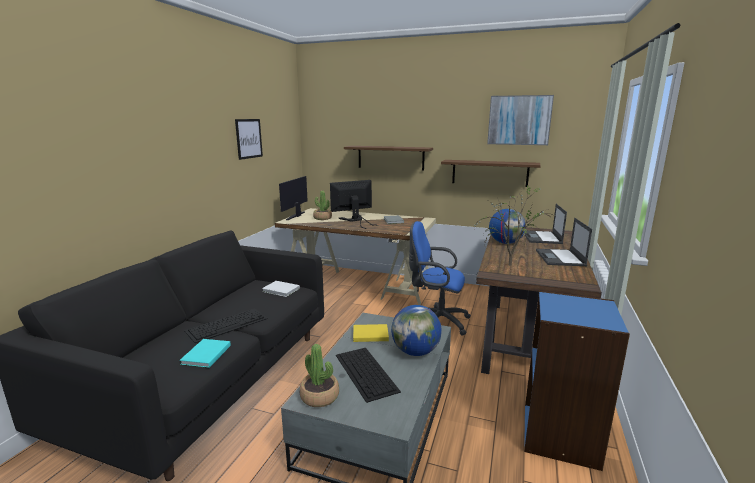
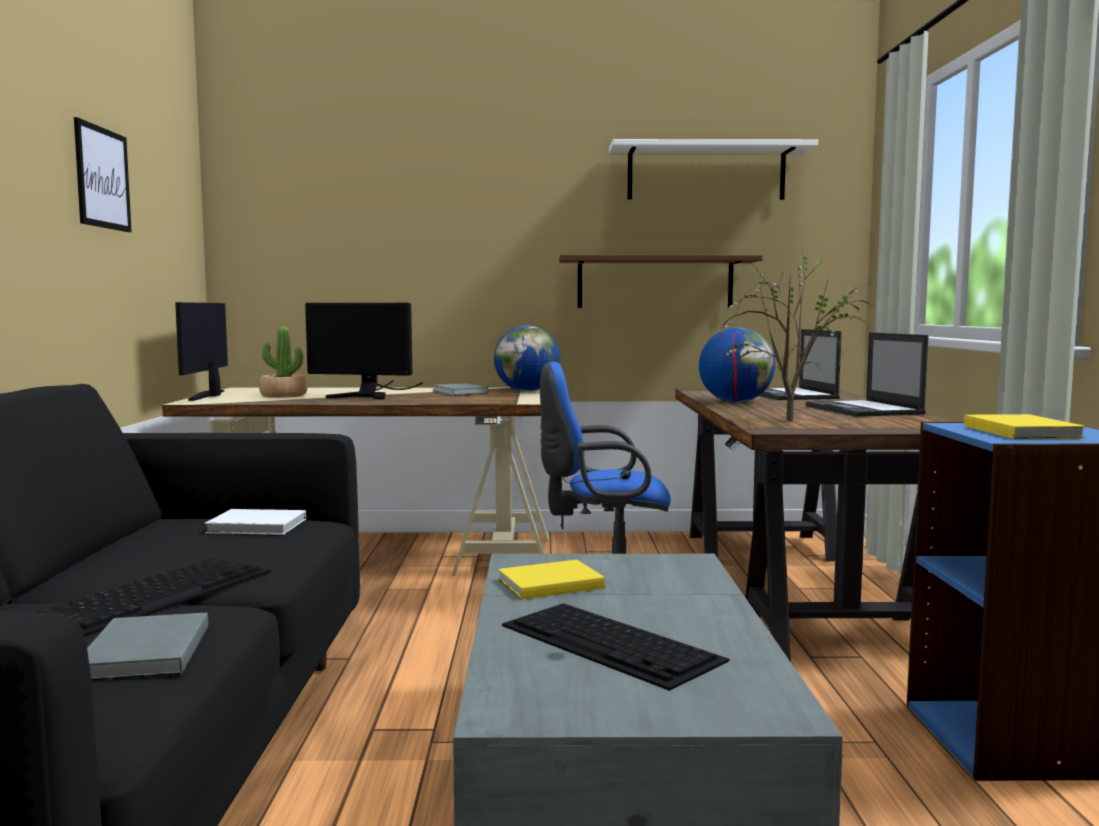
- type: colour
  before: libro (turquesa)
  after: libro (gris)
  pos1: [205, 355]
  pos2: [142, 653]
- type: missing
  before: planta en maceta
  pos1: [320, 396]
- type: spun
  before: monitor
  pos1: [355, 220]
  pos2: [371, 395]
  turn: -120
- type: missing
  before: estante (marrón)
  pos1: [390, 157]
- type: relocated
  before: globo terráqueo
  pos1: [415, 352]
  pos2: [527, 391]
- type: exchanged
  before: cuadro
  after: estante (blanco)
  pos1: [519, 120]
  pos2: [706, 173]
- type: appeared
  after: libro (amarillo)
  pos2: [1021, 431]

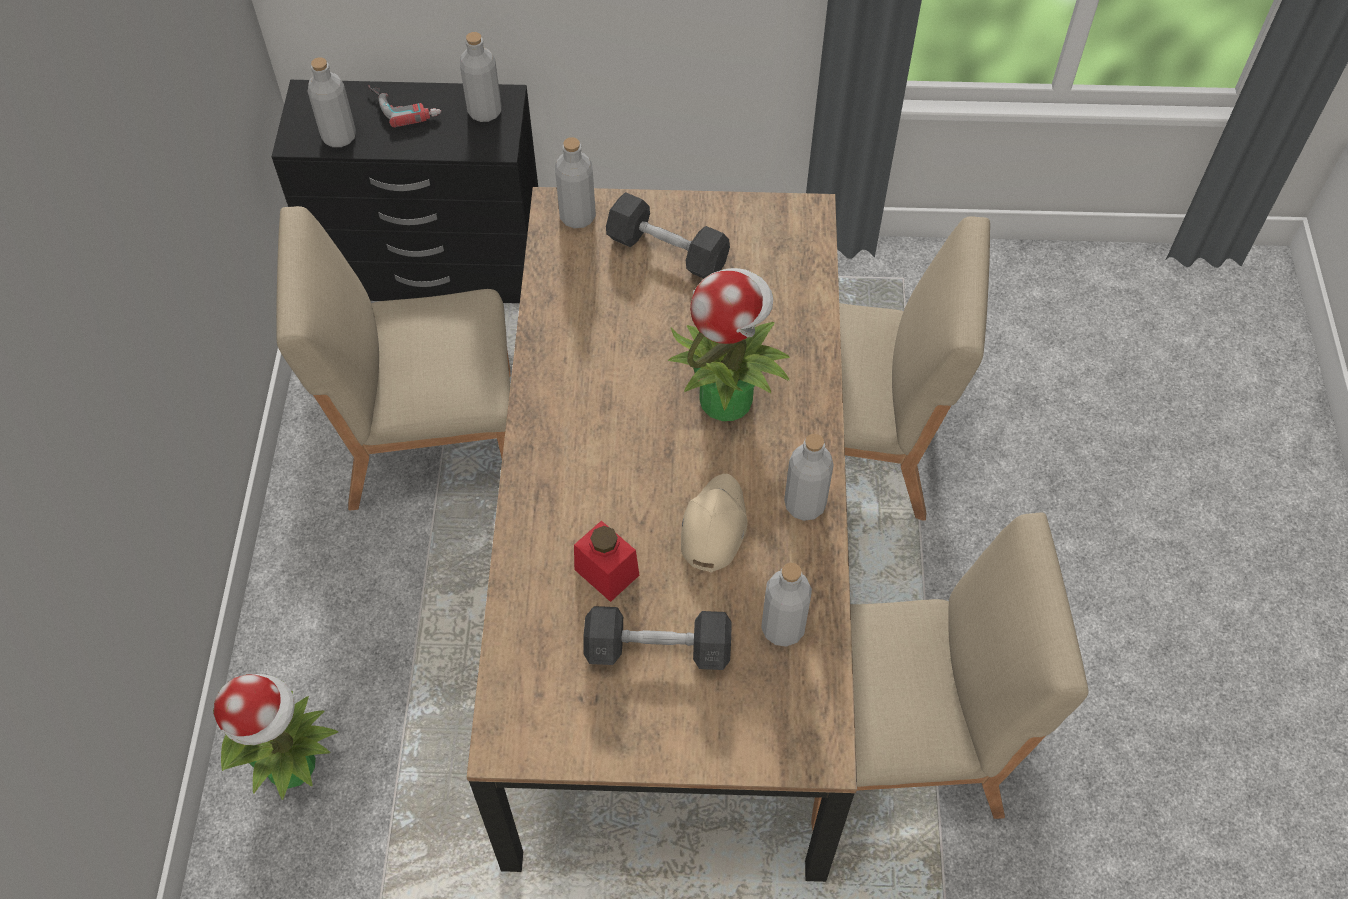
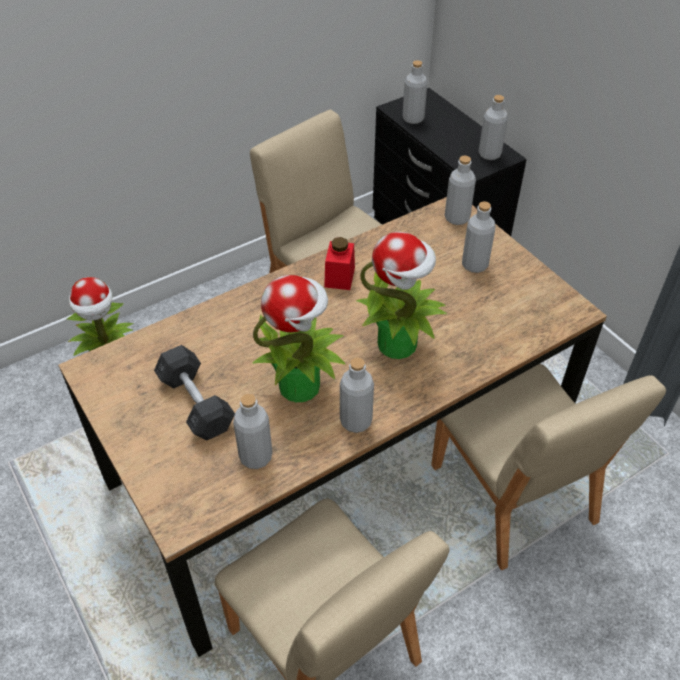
- type: missing
  before: taladro
  pos1: [405, 104]
- type: relocated
  before: tarro (rojo)
  pos1: [606, 572]
  pos2: [339, 277]
- type: exchanged
  before: mancuerna (gris)
  after: botella (gris)
  pos1: [667, 251]
  pos2: [474, 265]
- type: exchanged
  before: gorra (beis)
  after: planta en maceta
  pos1: [713, 527]
  pos2: [300, 385]

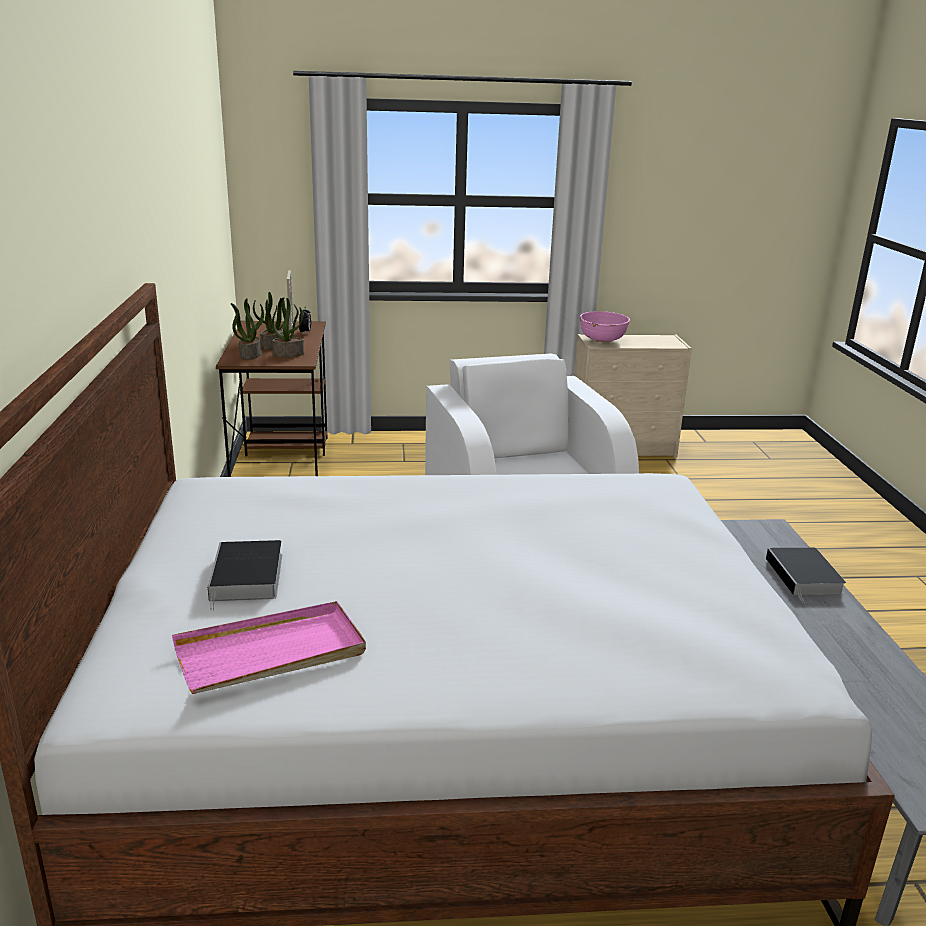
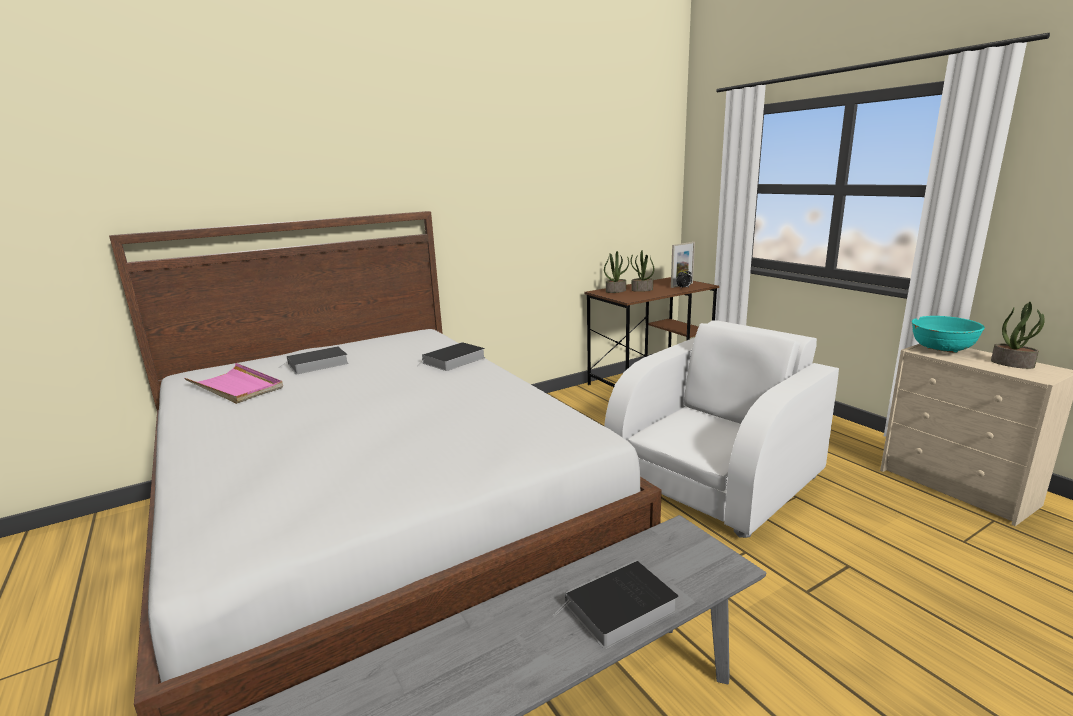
- type: relocated
  before: planta en maceta
  pos1: [289, 354]
  pos2: [1013, 364]
- type: colour
  before: cuenco (rosa)
  after: cuenco (turquesa)
  pos1: [602, 340]
  pos2: [942, 349]
- type: appeared
  after: libro
  pos2: [453, 361]

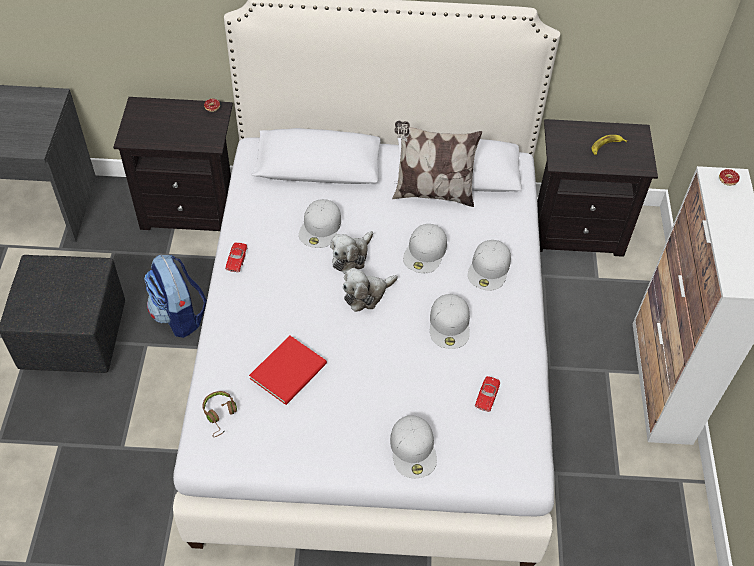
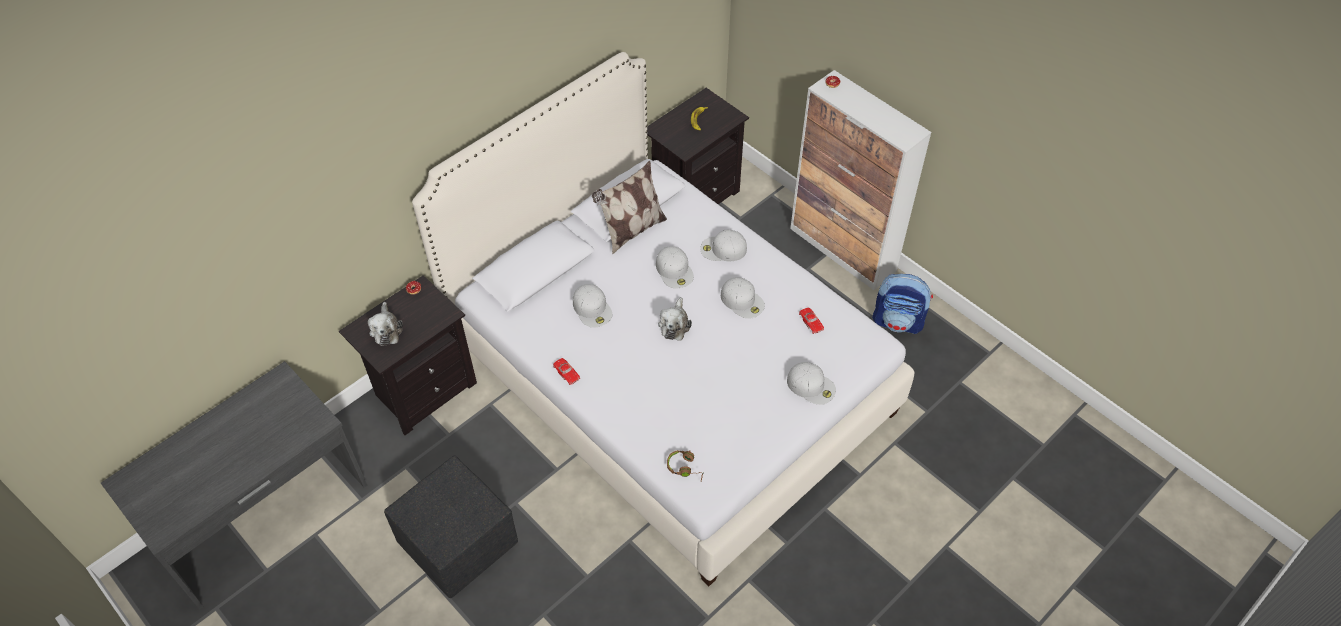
- type: relocated
  before: mochila
  pos1: [179, 315]
  pos2: [898, 321]
- type: missing
  before: libro (rojo)
  pos1: [291, 370]
- type: relocated
  before: peluche
  pos1: [351, 257]
  pos2: [386, 330]
- type: spun
  before: gorra (blanco)
  pos1: [489, 269]
  pos2: [723, 249]
  turn: 120

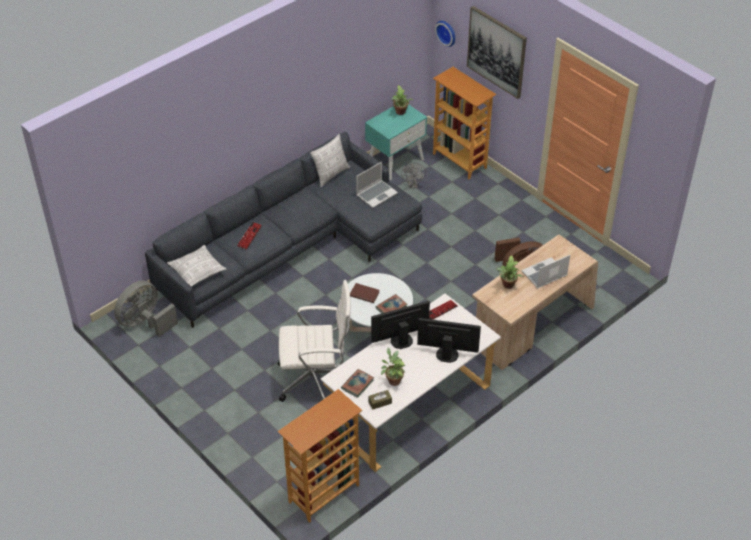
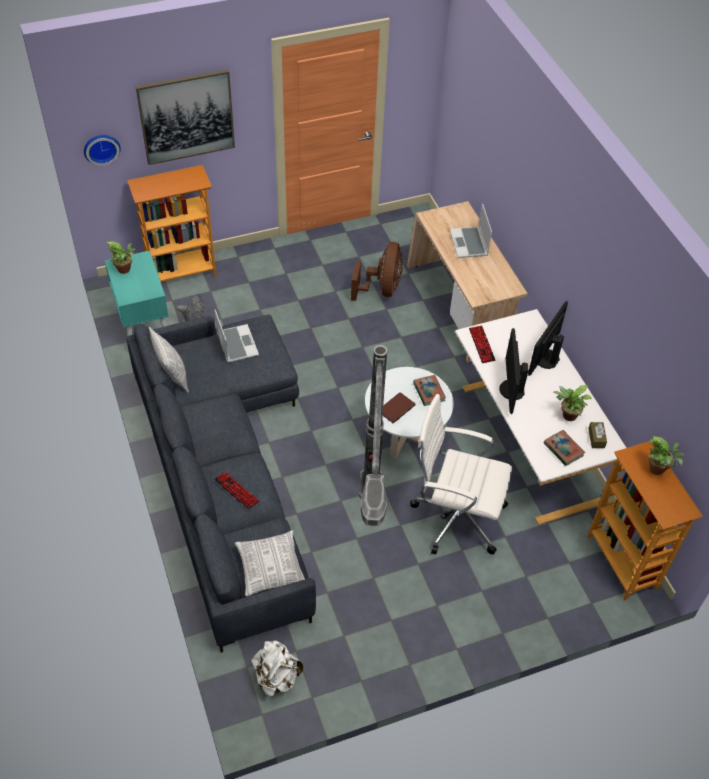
- type: exchanged
  before: ventilador (gris)
  after: mochila (blanco)
  pos1: [145, 323]
  pos2: [276, 677]
- type: spun
  before: silla de oficina (blanco)
  pos1: [316, 380]
  pos2: [455, 516]
  turn: -90
- type: relocated
  before: planta en maceta
  pos1: [508, 286]
  pos2: [658, 470]
- type: appeared
  after: lámpara de pie
  pos2: [367, 557]

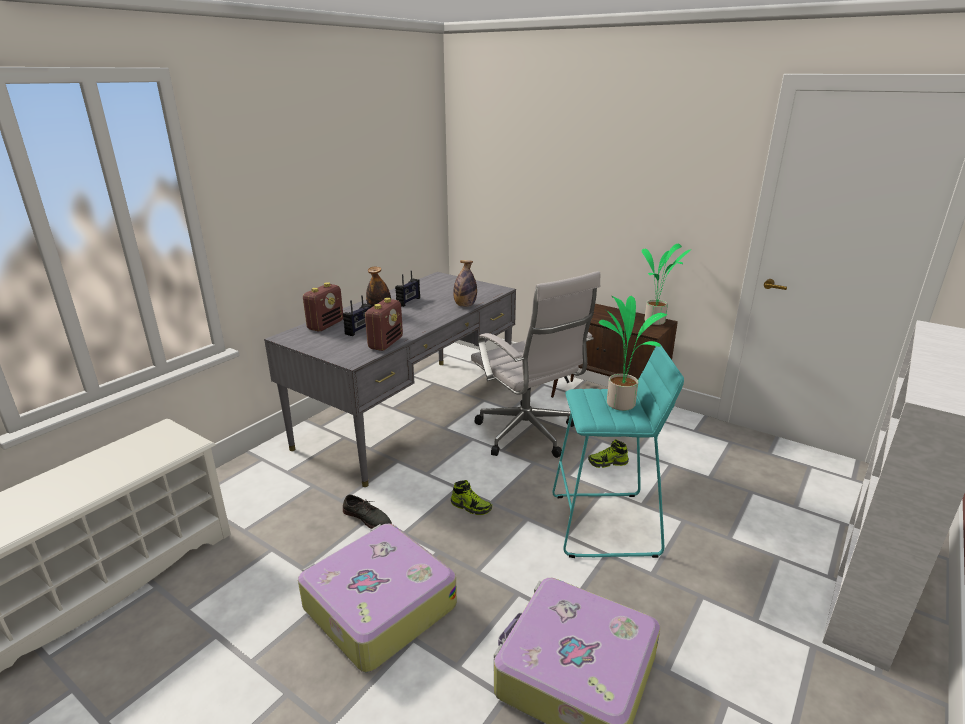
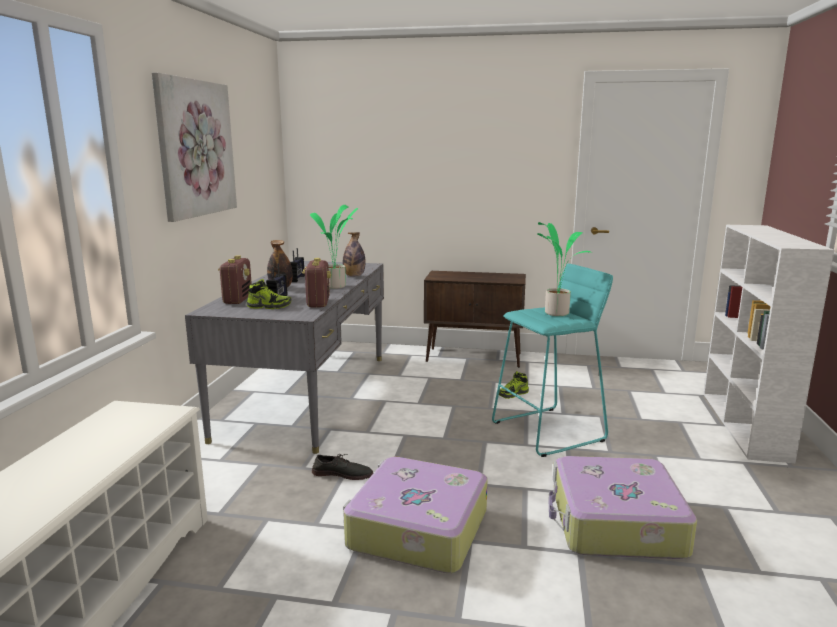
- type: relocated
  before: zapato
  pos1: [471, 507]
  pos2: [269, 306]
- type: missing
  before: silla de oficina (blanco)
  pos1: [528, 435]
- type: relocated
  before: planta en maceta
  pos1: [656, 321]
  pos2: [336, 286]
- type: appeared
  after: cuadro
  pos2: [196, 148]

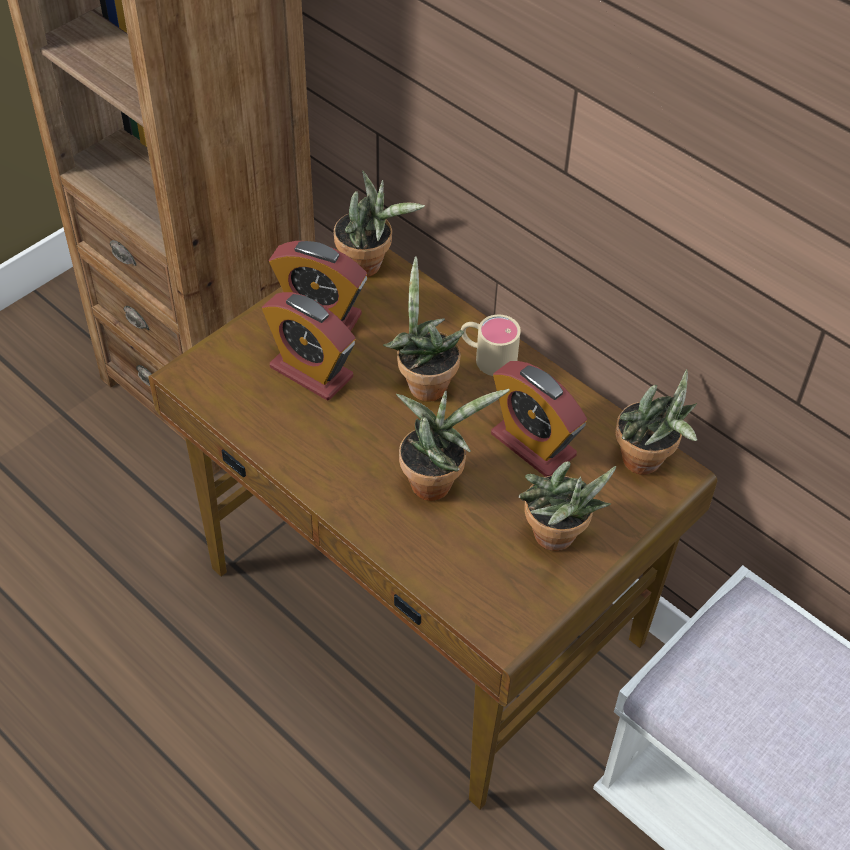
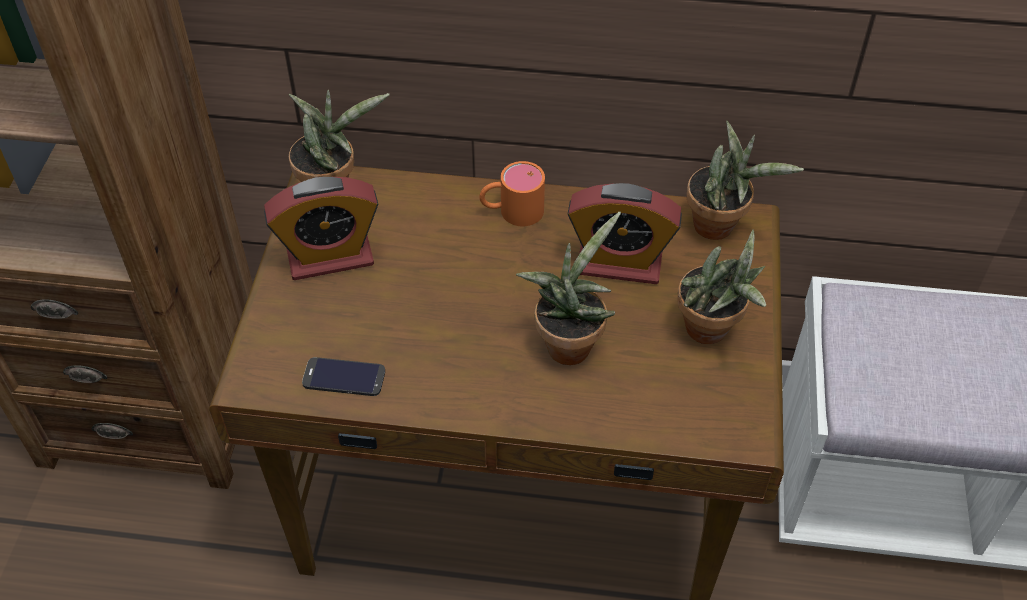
- type: missing
  before: despertador
  pos1: [311, 372]
- type: missing
  before: planta en maceta
  pos1: [423, 383]
- type: colour
  before: taza grande (beis)
  after: taza grande (naranja)
  pos1: [487, 357]
  pos2: [511, 211]
- type: appeared
  after: móvil
  pos2: [344, 377]

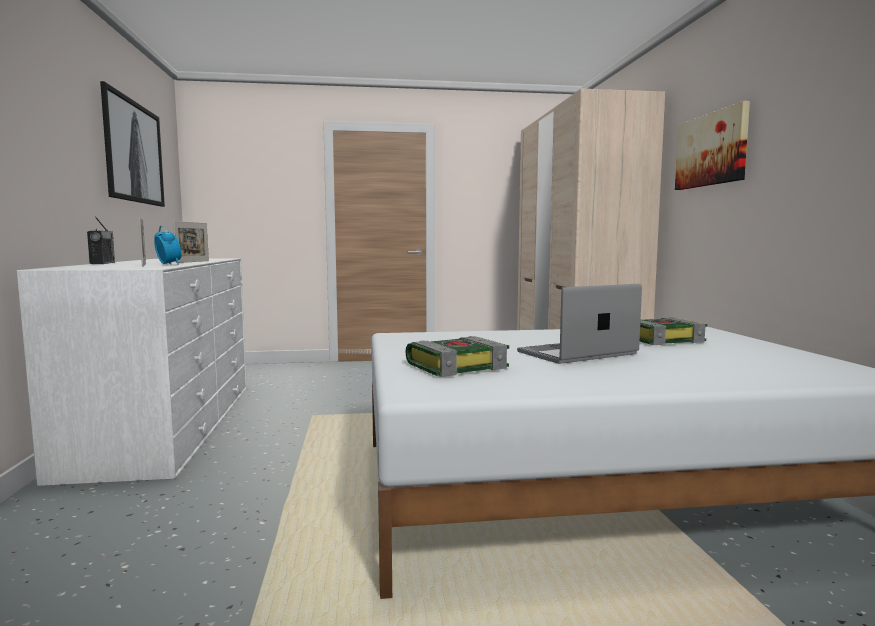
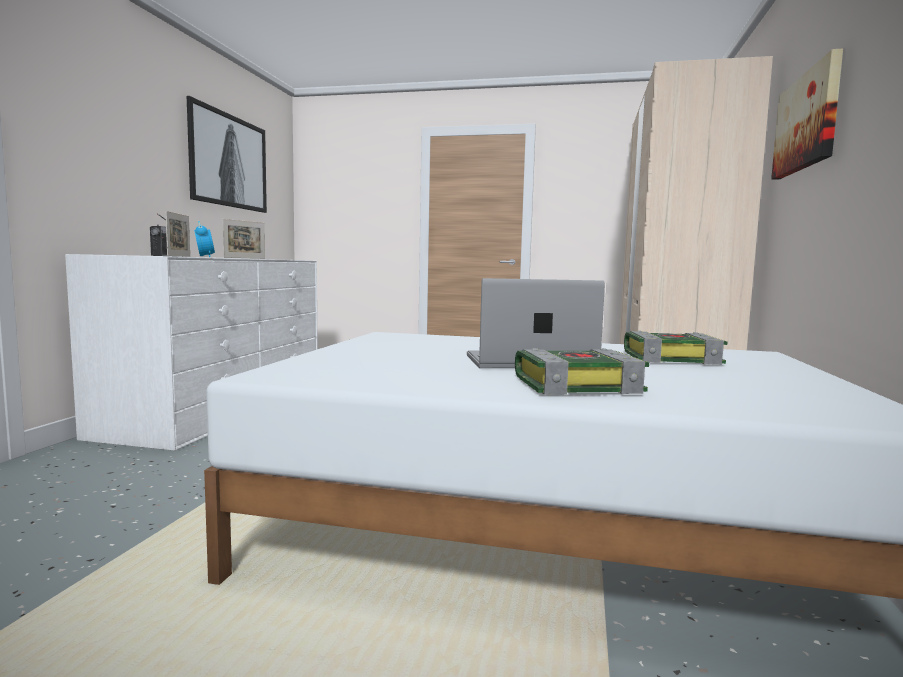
- type: relocated
  before: libro
  pos1: [457, 366]
  pos2: [578, 385]

